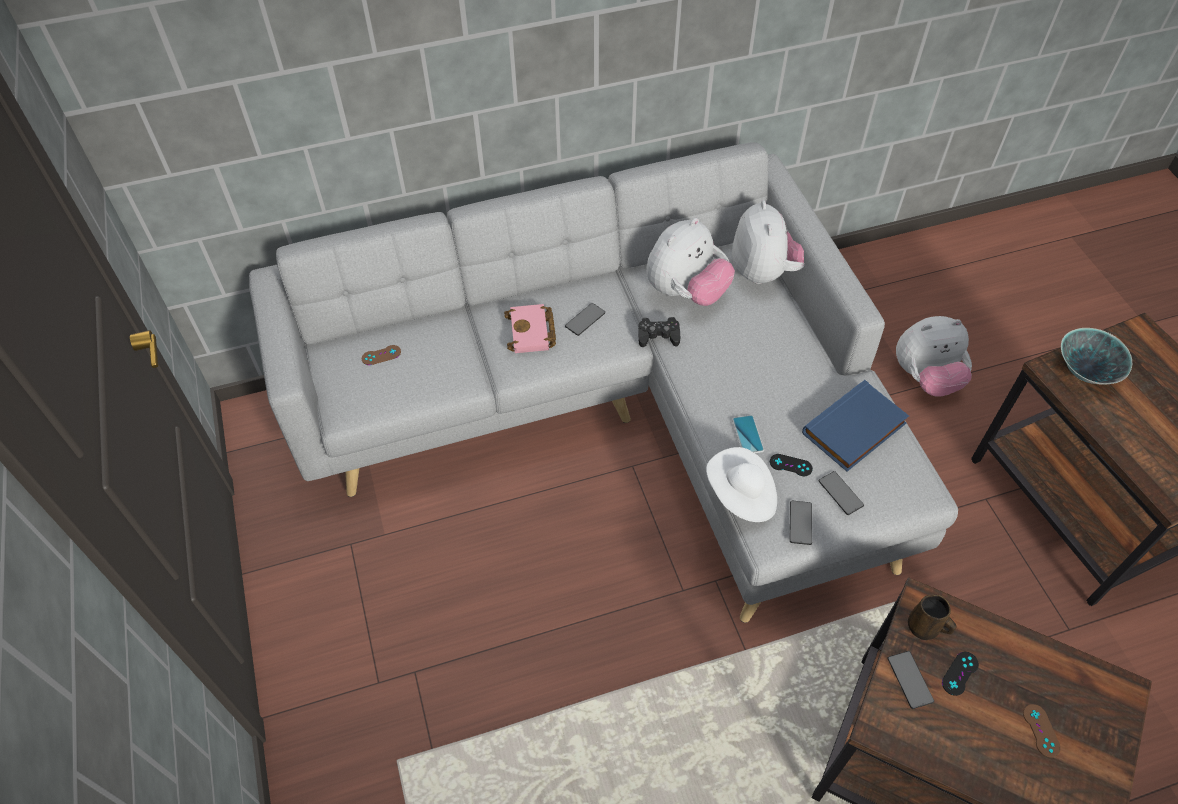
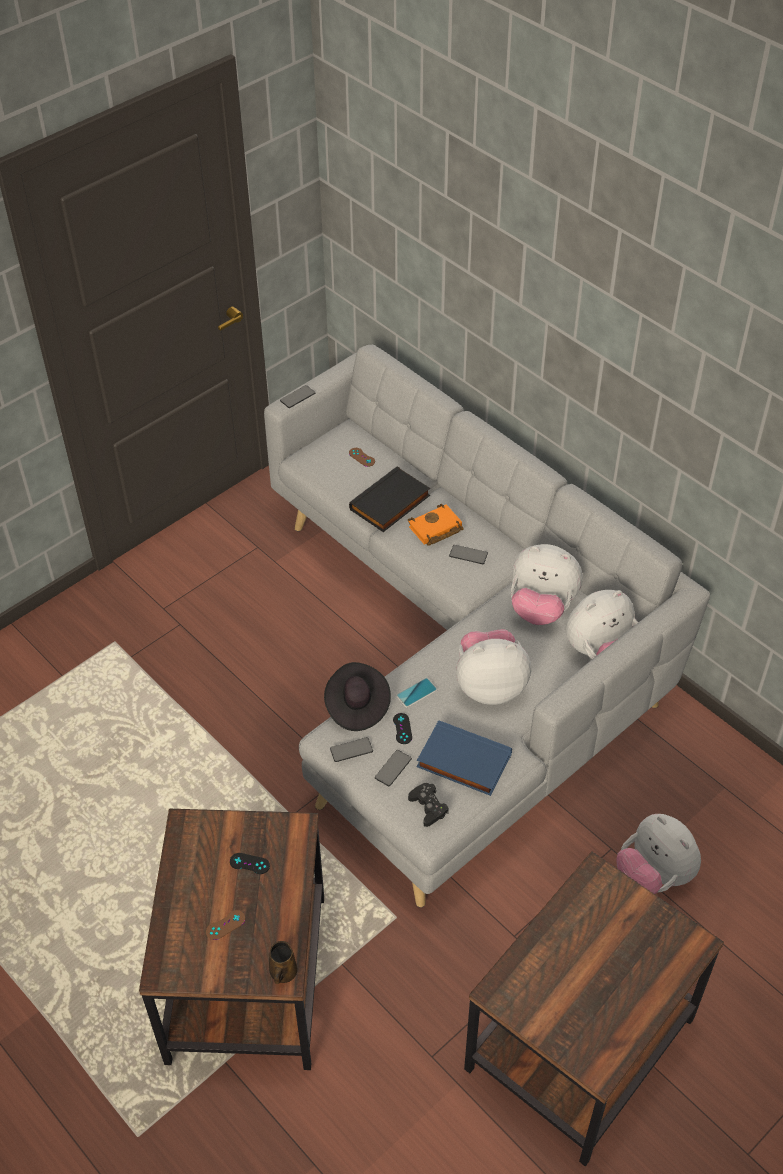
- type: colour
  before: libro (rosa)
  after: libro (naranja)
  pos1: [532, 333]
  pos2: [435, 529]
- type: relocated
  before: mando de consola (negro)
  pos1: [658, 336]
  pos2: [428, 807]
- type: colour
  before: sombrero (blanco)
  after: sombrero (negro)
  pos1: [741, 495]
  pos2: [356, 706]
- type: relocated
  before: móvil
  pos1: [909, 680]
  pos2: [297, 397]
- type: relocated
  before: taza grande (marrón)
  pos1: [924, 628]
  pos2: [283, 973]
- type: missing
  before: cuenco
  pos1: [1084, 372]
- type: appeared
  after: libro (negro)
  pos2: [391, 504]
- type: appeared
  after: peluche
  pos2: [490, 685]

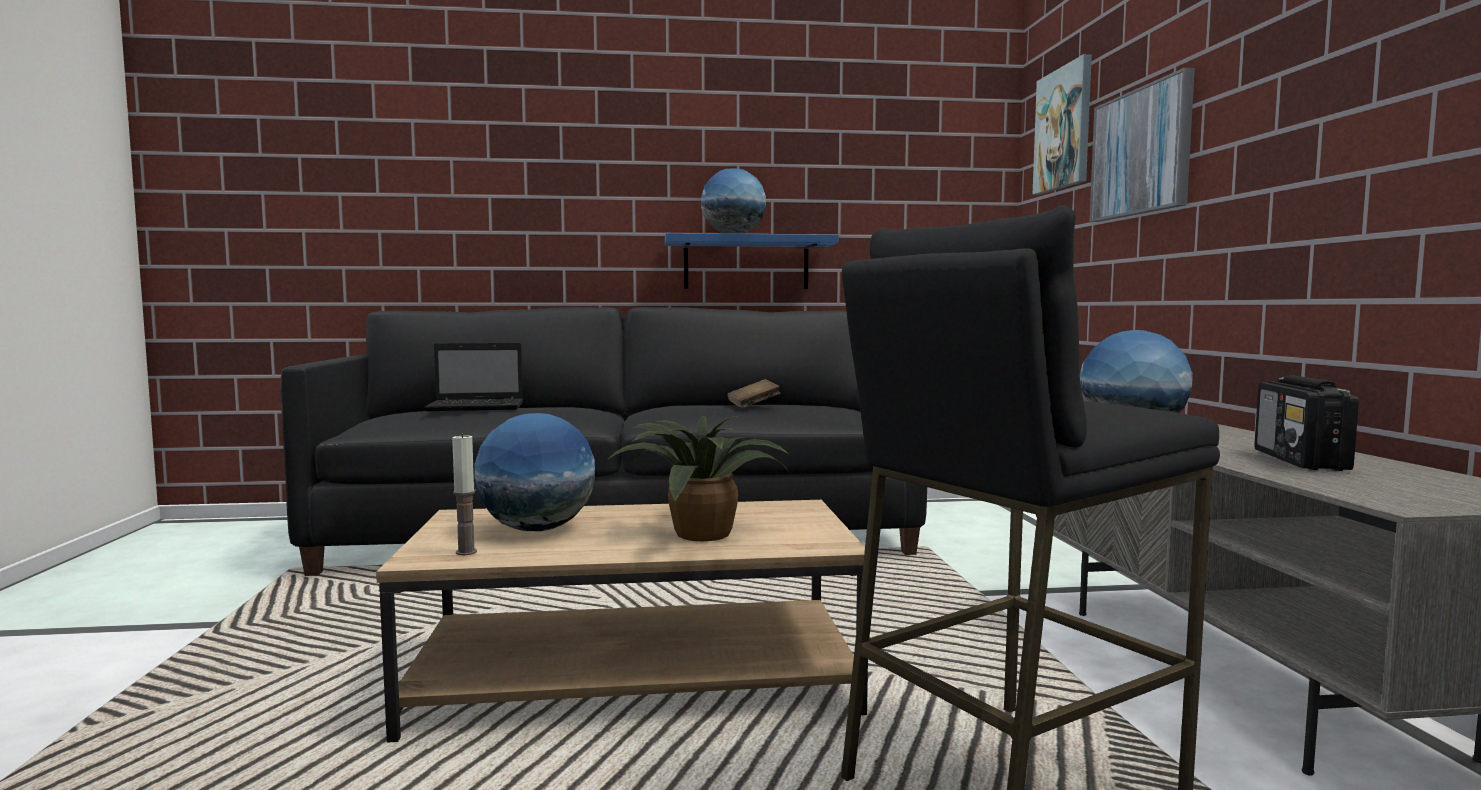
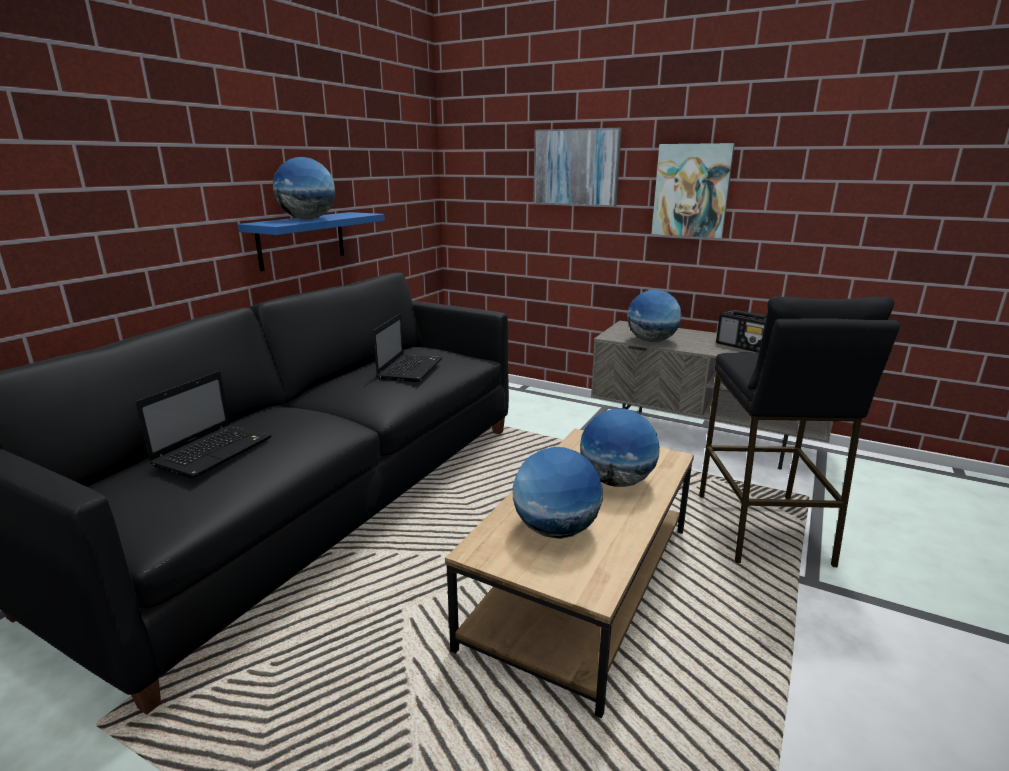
- type: missing
  before: vela
  pos1: [466, 552]
- type: exchanged
  before: planta en maceta
  after: globo terráqueo
  pos1: [700, 533]
  pos2: [616, 481]
- type: exchanged
  before: libro (marrón)
  after: portátil
  pos1: [753, 405]
  pos2: [410, 368]
- type: relocated
  before: cuadro
  pos1: [1064, 128]
  pos2: [691, 190]

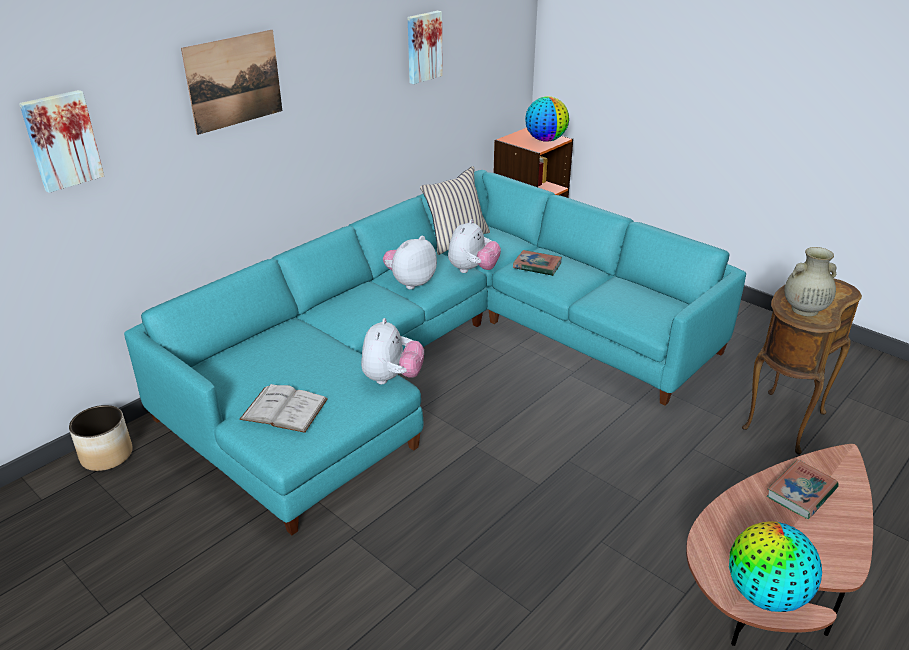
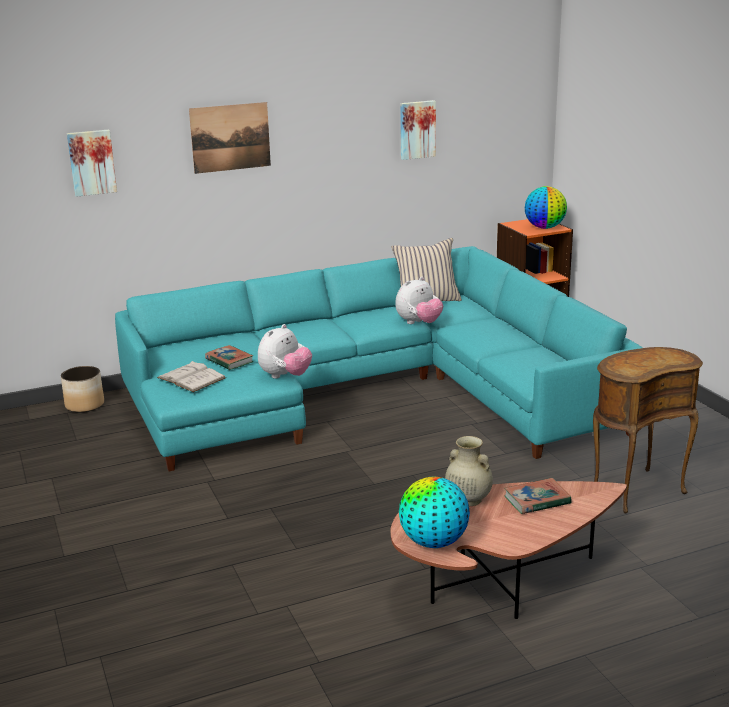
- type: missing
  before: peluche
  pos1: [410, 282]
- type: relocated
  before: libro
  pos1: [537, 266]
  pos2: [229, 361]
- type: relocated
  before: florero (beis)
  pos1: [803, 310]
  pos2: [467, 499]

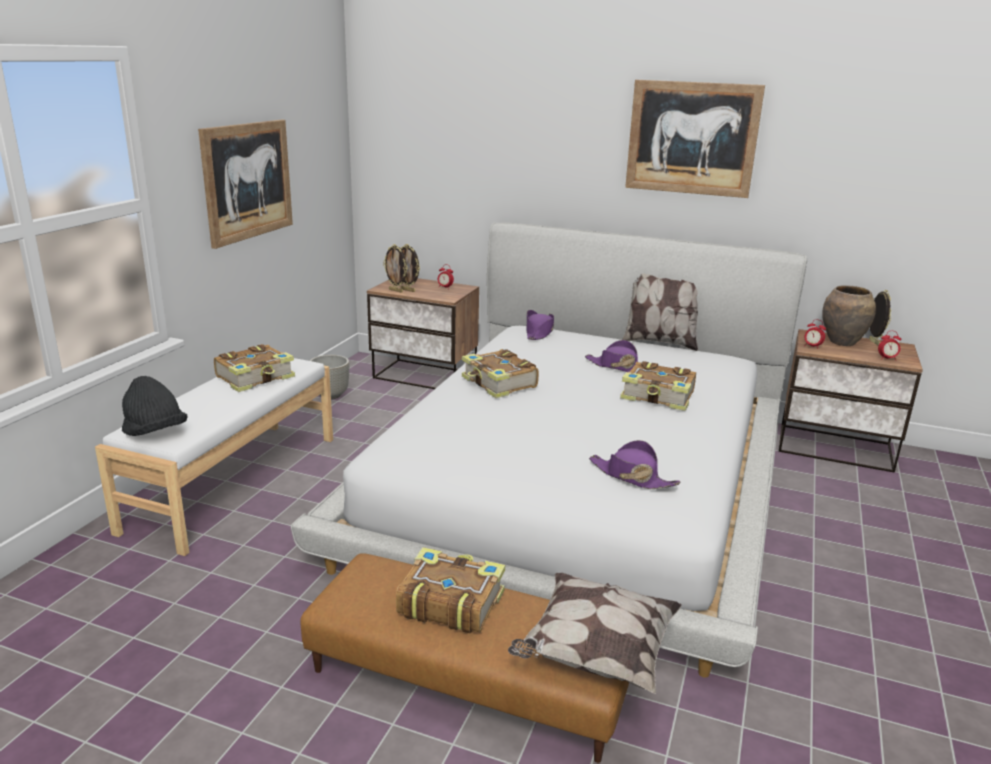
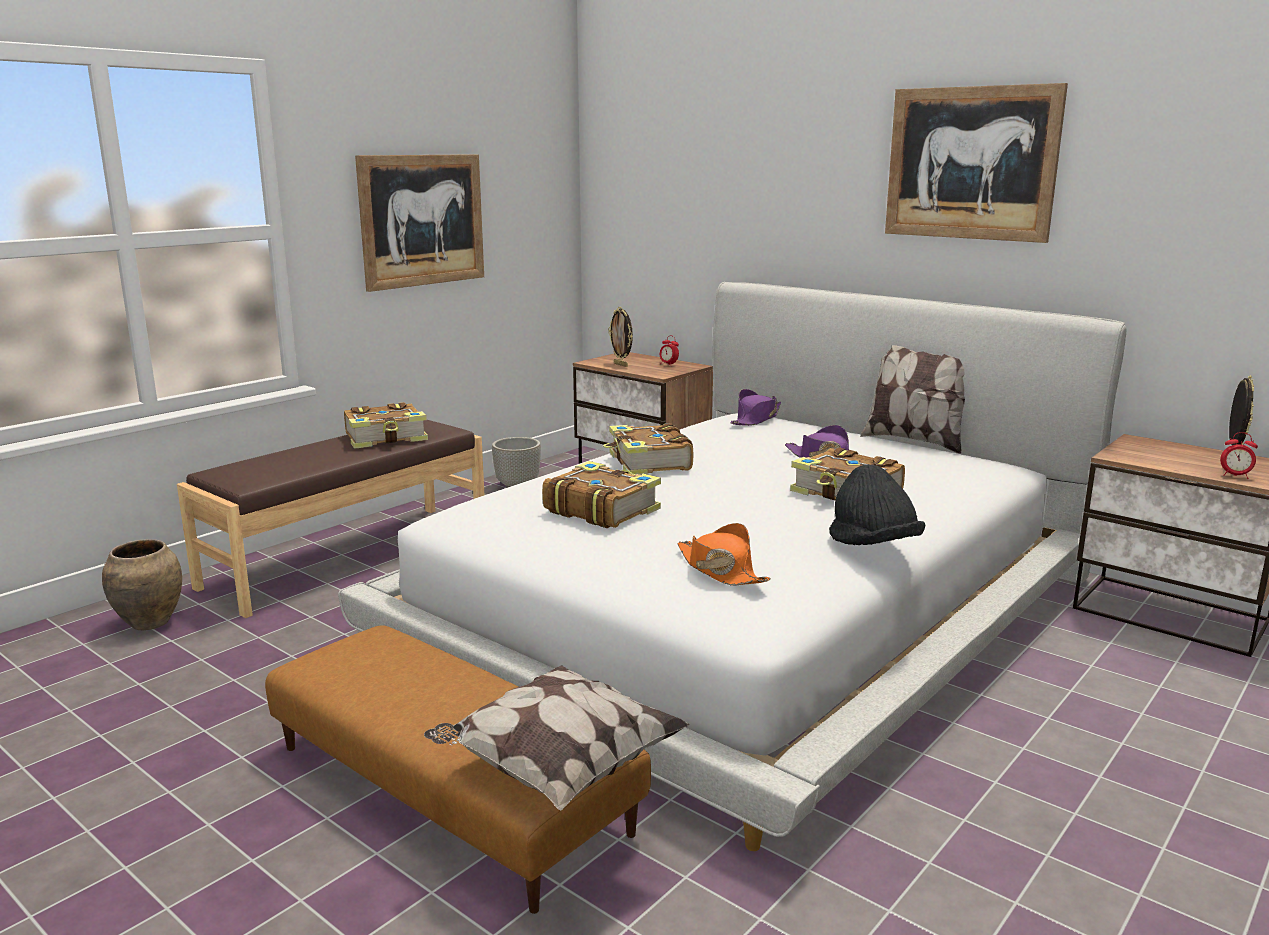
- type: colour
  before: banco (blanco)
  after: banco (marrón)
  pos1: [233, 482]
  pos2: [348, 556]
- type: relocated
  before: sombrero (negro)
  pos1: [155, 433]
  pos2: [873, 546]
- type: missing
  before: portarretratos
  pos1: [396, 291]
- type: relocated
  before: libro
  pos1: [450, 602]
  pos2: [601, 510]
- type: colour
  before: sombrero (morado)
  after: sombrero (naranja)
  pos1: [631, 476]
  pos2: [720, 570]
- type: missing
  before: despertador
  pos1: [812, 347]
- type: relocated
  before: florero (marrón)
  pos1: [842, 342]
  pos2: [150, 623]

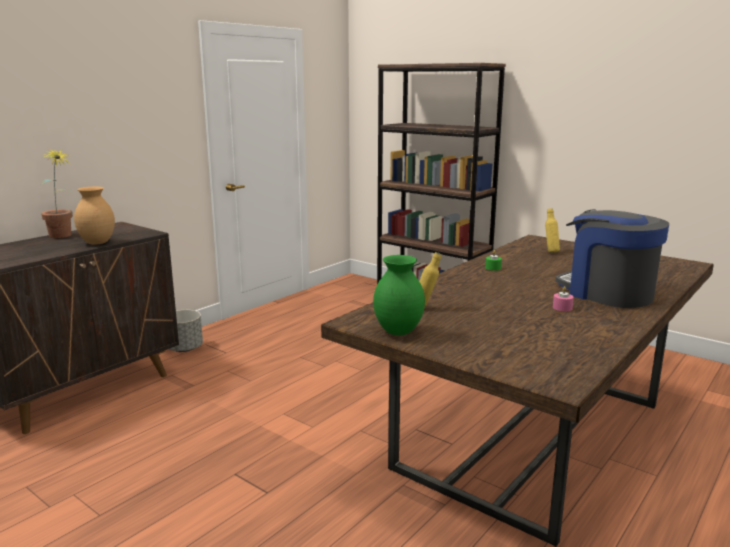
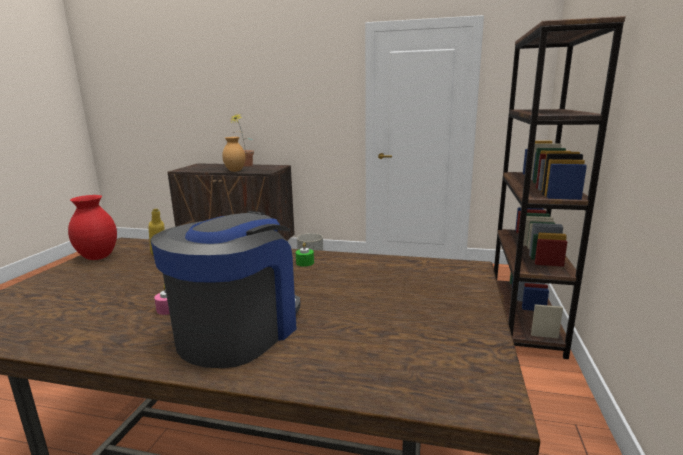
- type: colour
  before: florero (verde)
  after: florero (rojo)
  pos1: [398, 331]
  pos2: [99, 257]
- type: missing
  before: botella (amarillo)
  pos1: [550, 252]

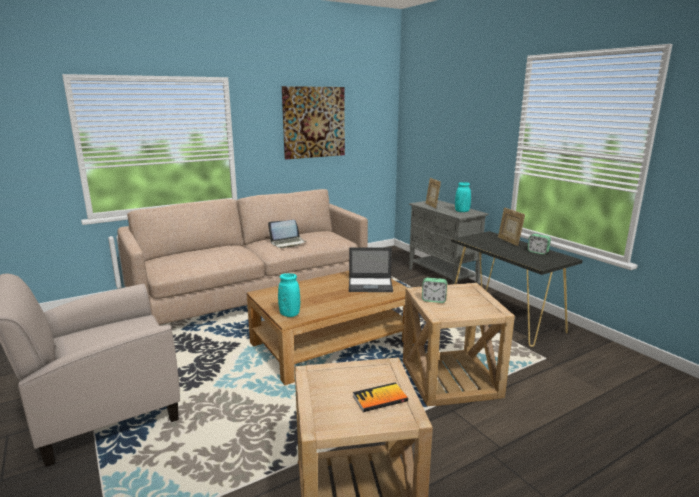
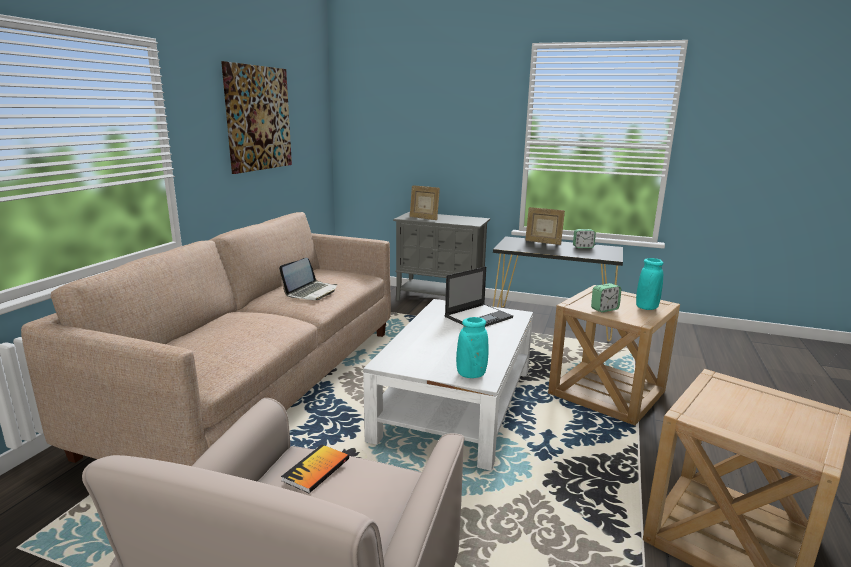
- type: colour
  before: mesa de centro (marrón)
  after: mesa de centro (blanco)
  pos1: [333, 343]
  pos2: [456, 403]
- type: relocated
  before: libro
  pos1: [380, 398]
  pos2: [316, 470]
- type: relocated
  before: florero (turquesa)
  pos1: [462, 211]
  pos2: [647, 307]

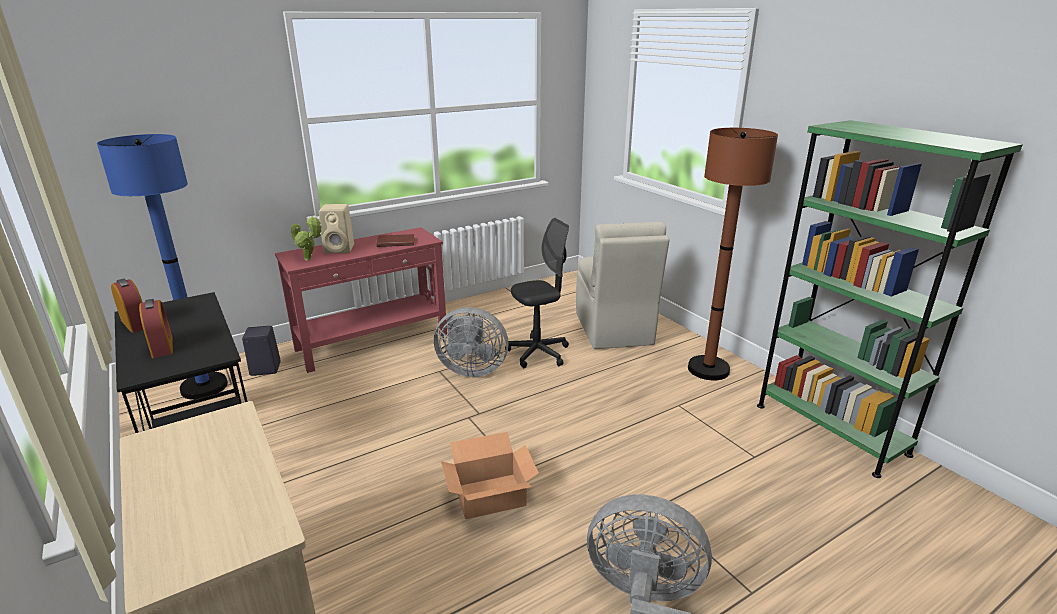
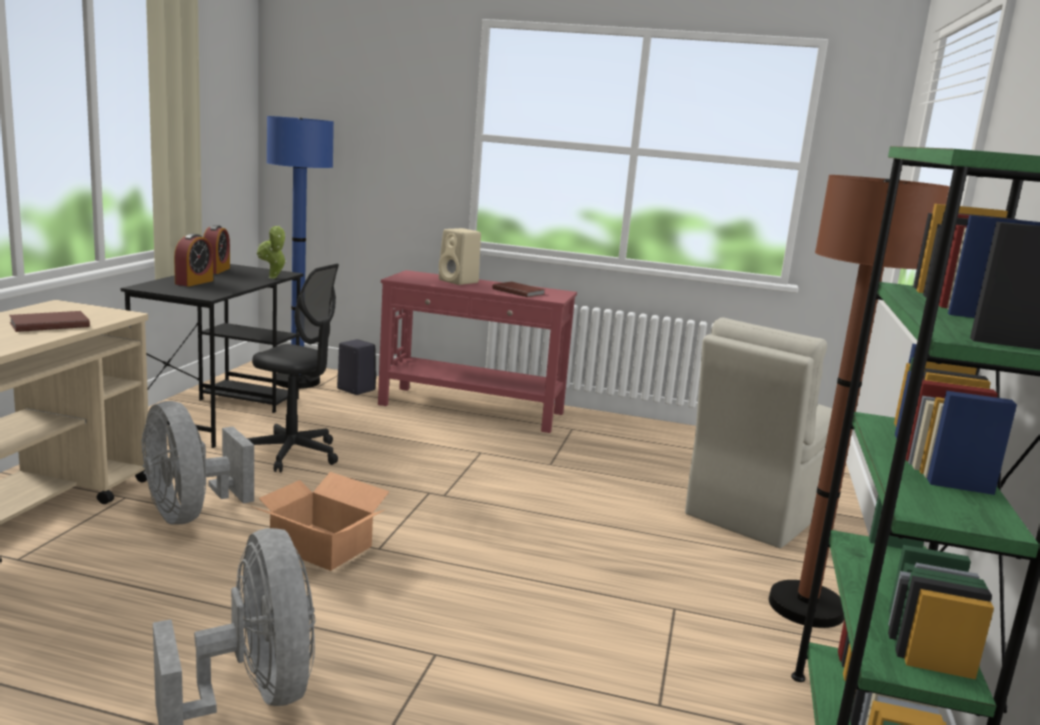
- type: relocated
  before: planta en maceta
  pos1: [309, 259]
  pos2: [273, 278]
- type: relocated
  before: ventilador (gris)
  pos1: [471, 369]
  pos2: [190, 514]
- type: relocated
  before: silla de oficina (negro)
  pos1: [538, 353]
  pos2: [293, 454]
- type: appeared
  after: libro (marrón)
  pos2: [48, 324]

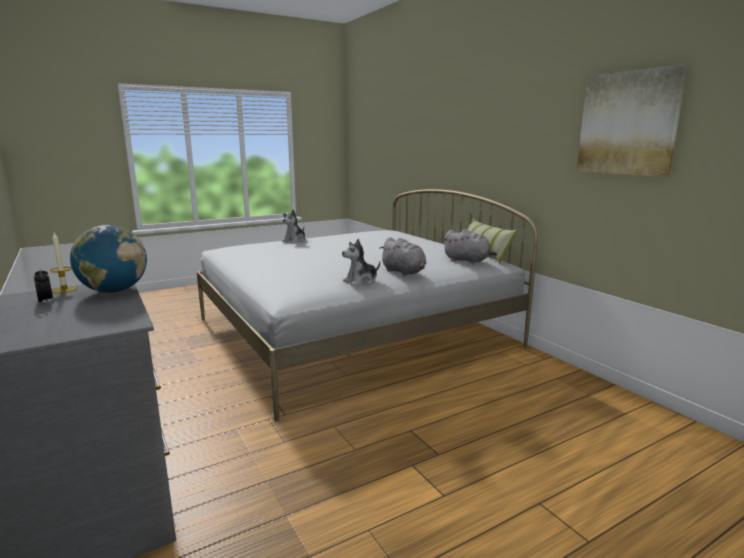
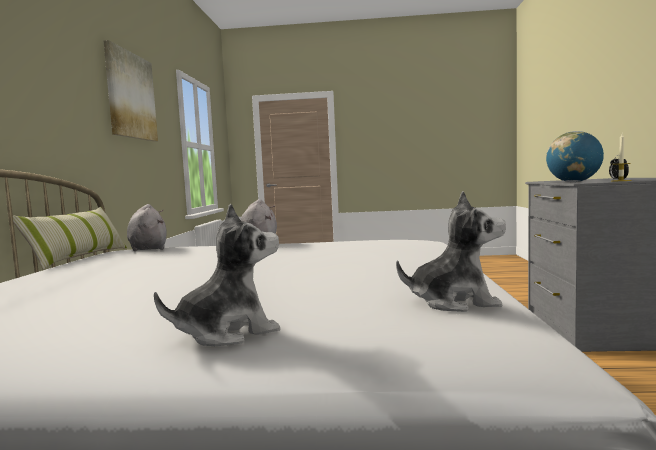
- type: relocated
  before: peluche
  pos1: [361, 281]
  pos2: [454, 302]

